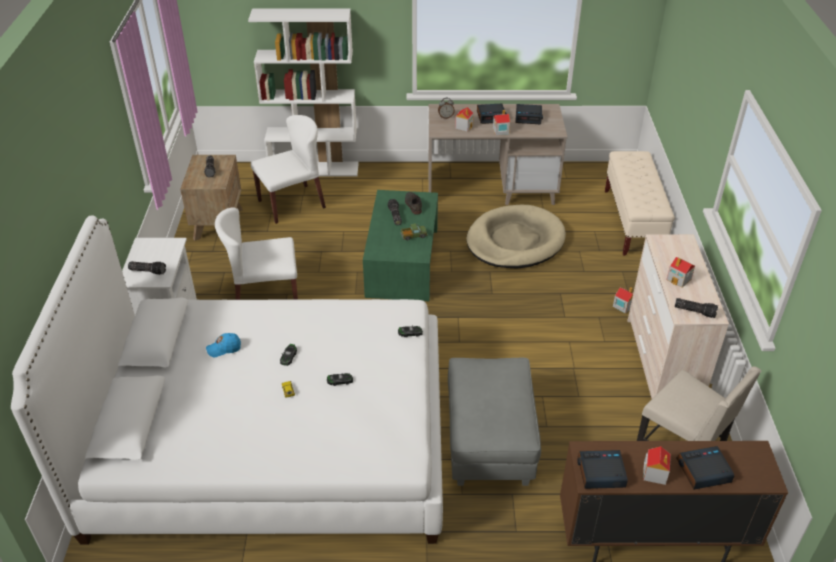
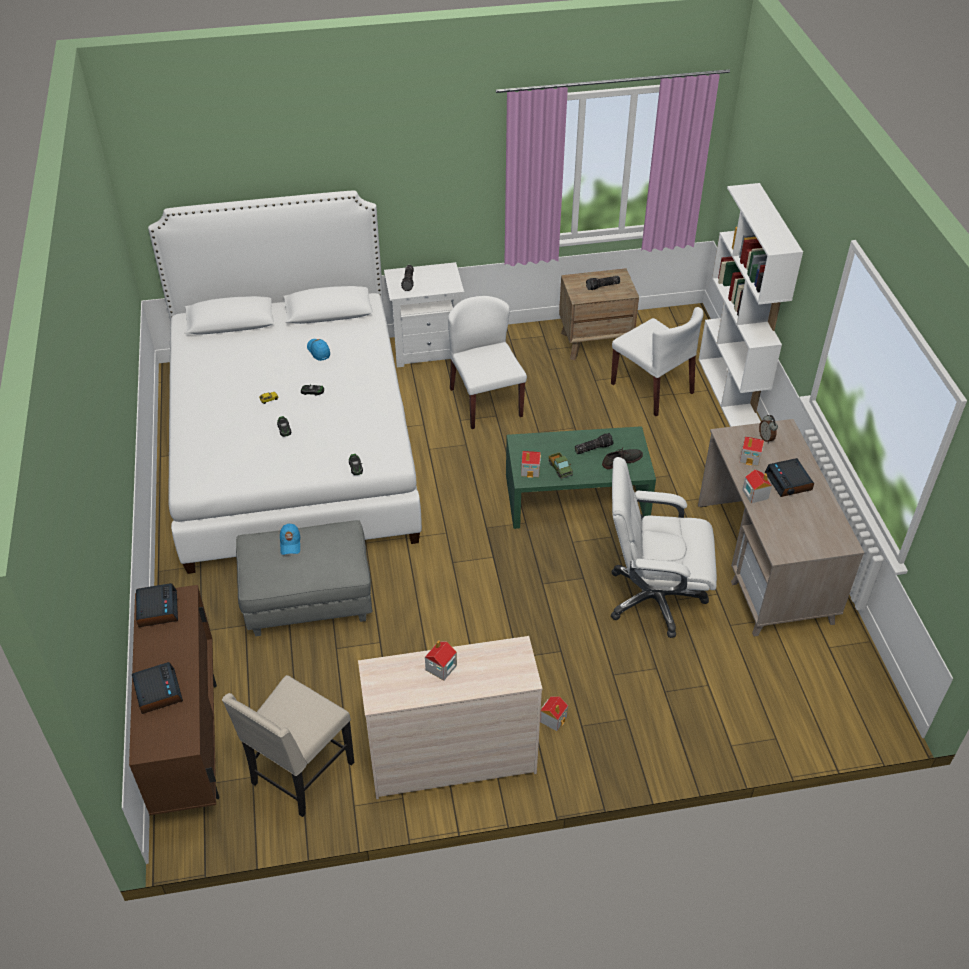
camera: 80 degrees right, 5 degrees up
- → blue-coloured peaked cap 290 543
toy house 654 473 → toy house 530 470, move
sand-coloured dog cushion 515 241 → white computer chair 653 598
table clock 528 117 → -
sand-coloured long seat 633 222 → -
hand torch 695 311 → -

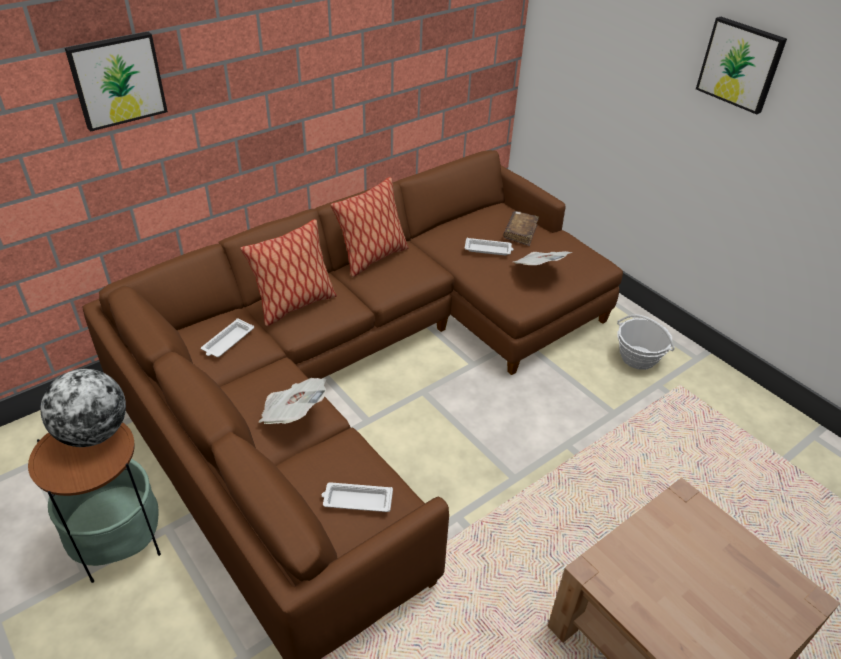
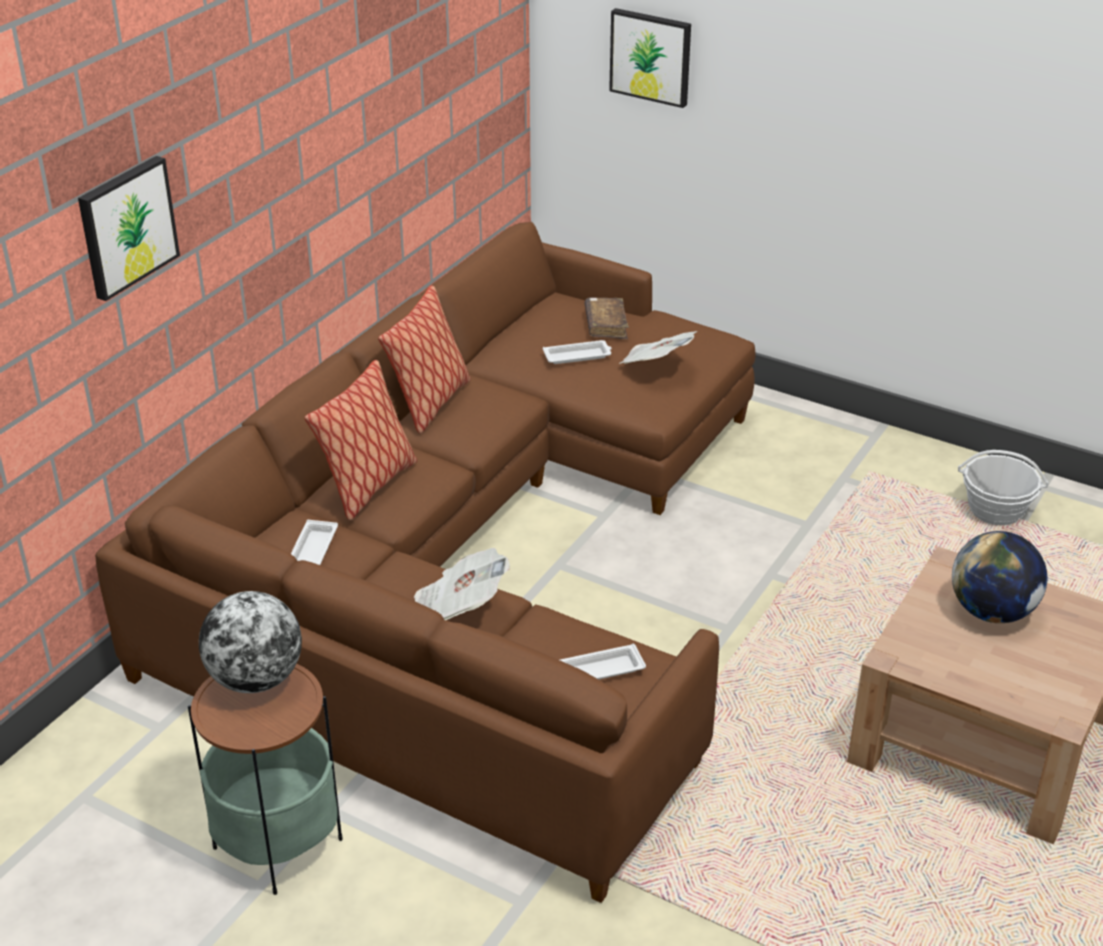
camera: 20 degrees left, 5 degrees down
wall picture 740 64 → wall picture 651 56, move
- → globe 992 612
storage basket 638 358 → storage basket 995 511, move

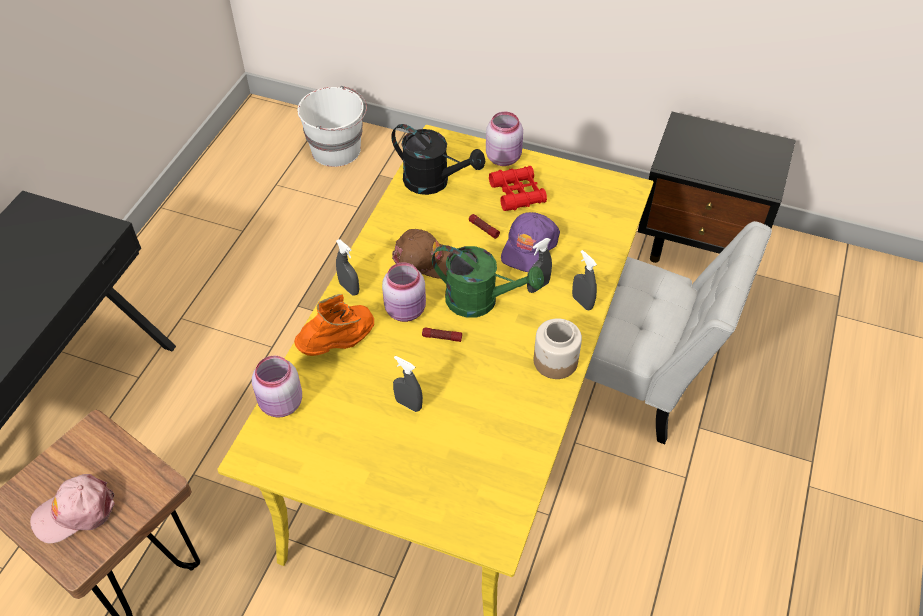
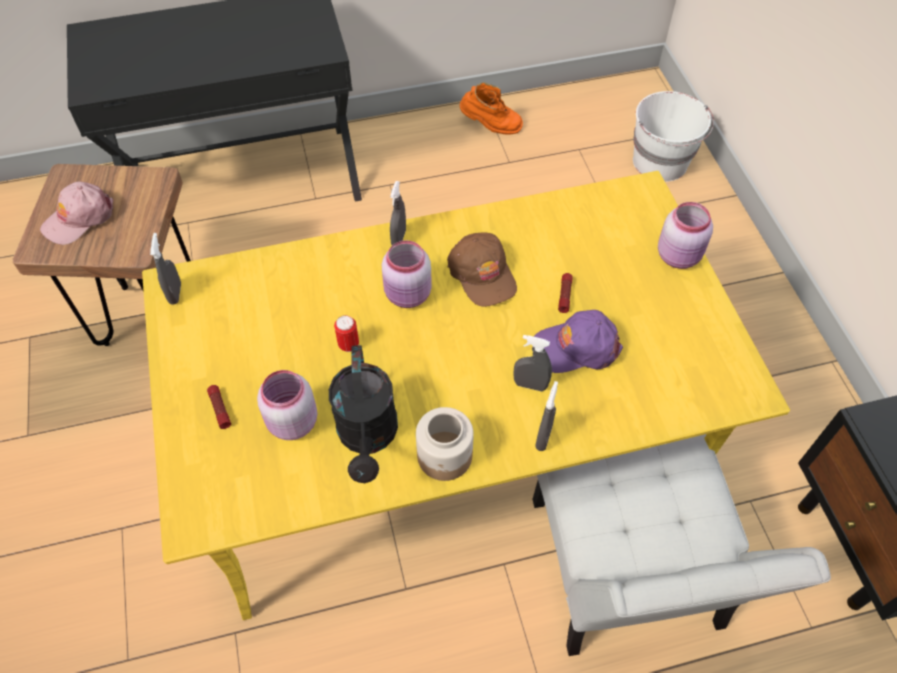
camera: 55 degrees right, 5 degrees up
pink peaked cap 75 512 → pink peaked cap 79 218, 75 degrees counterclockwise
gray spray bottle 408 404 → gray spray bottle 175 293, move
hand torch 442 337 → hand torch 220 409, move
pink storage jar 280 404 → pink storage jar 291 422, move
black watering can 434 182 → black watering can 368 437, move
- → sealed can 348 345
orange high-top boot 339 344 → orange high-top boot 490 127, move
green watering can 481 301 → -
red binoculars 517 193 → -

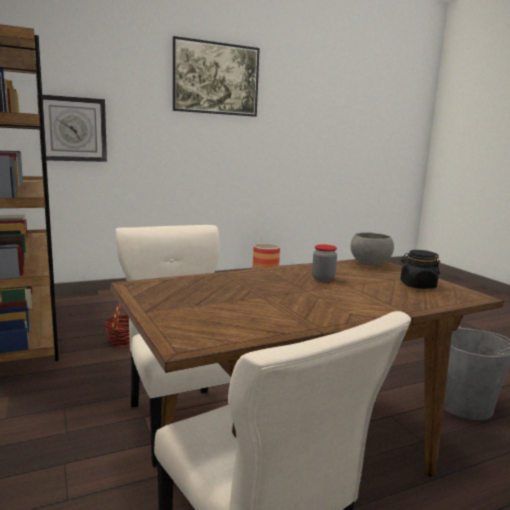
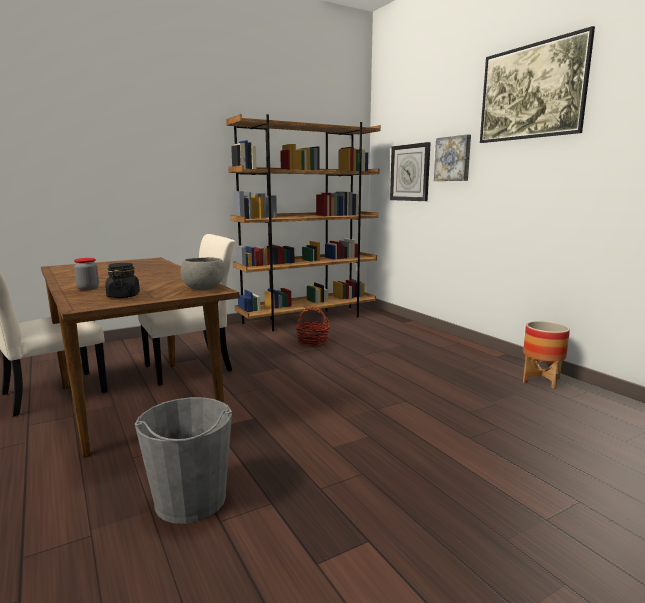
camera: 85 degrees right, 0 degrees up
storage jar 323 279 → storage jar 88 288, move
- → wall picture 453 159

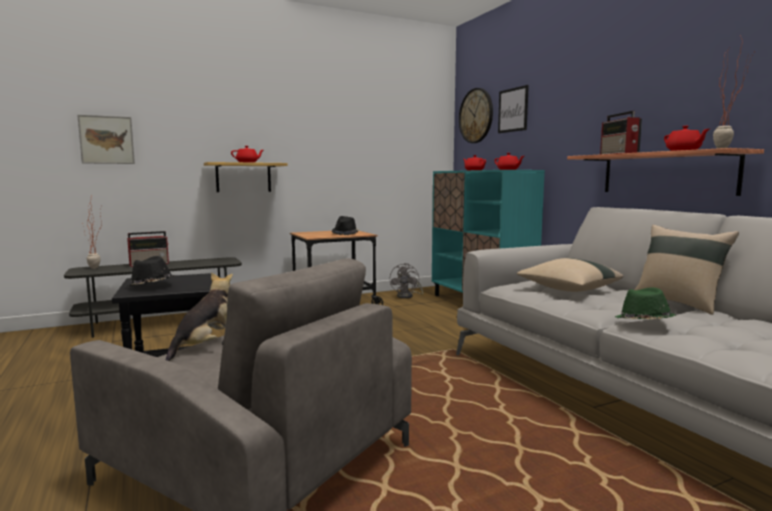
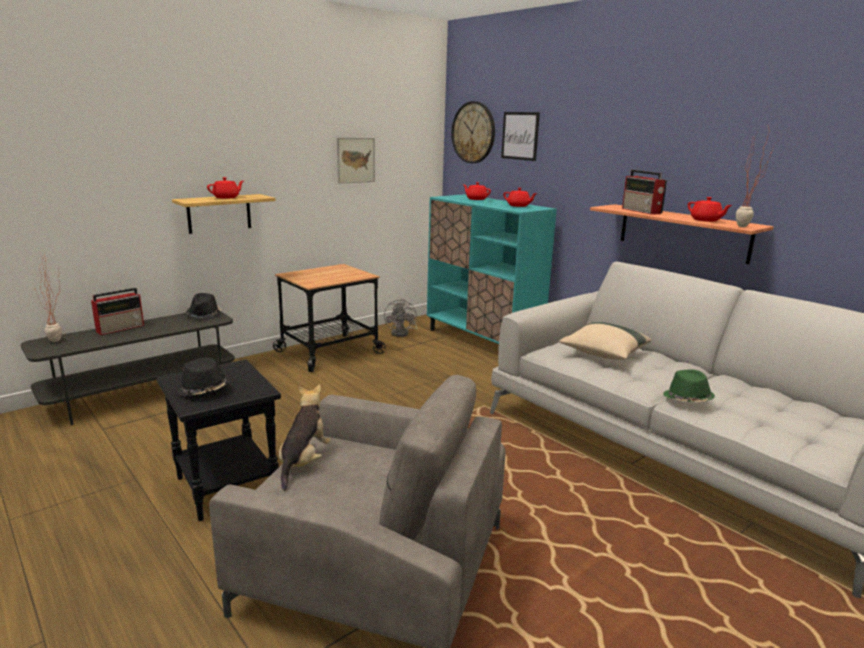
camera: 15 degrees left, 10 degrees up
black clothing hat 345 233 → black clothing hat 204 315, move
wall picture 106 140 → wall picture 355 160, move
sand-coloured throw pillow 678 303 → -

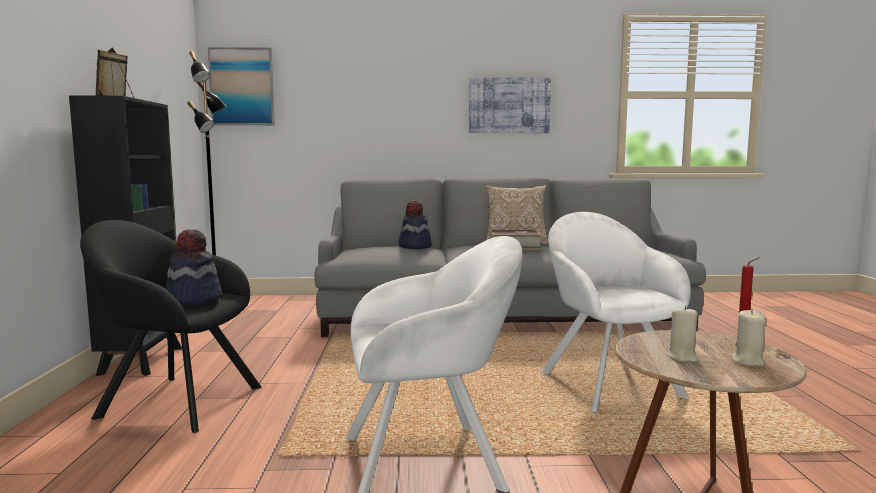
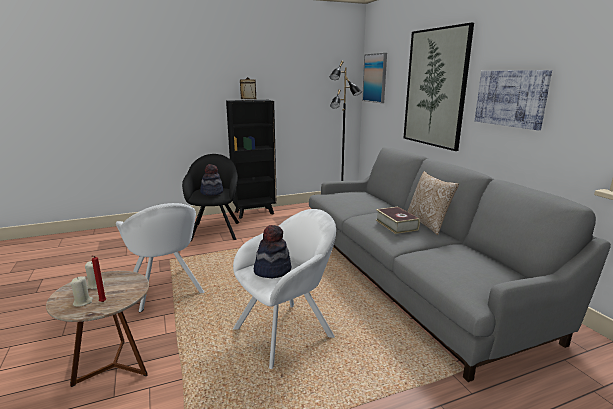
camera: 70 degrees right, 10 degrees up
clothing hat 414 247 → clothing hat 272 270, move
- → wall picture 435 88

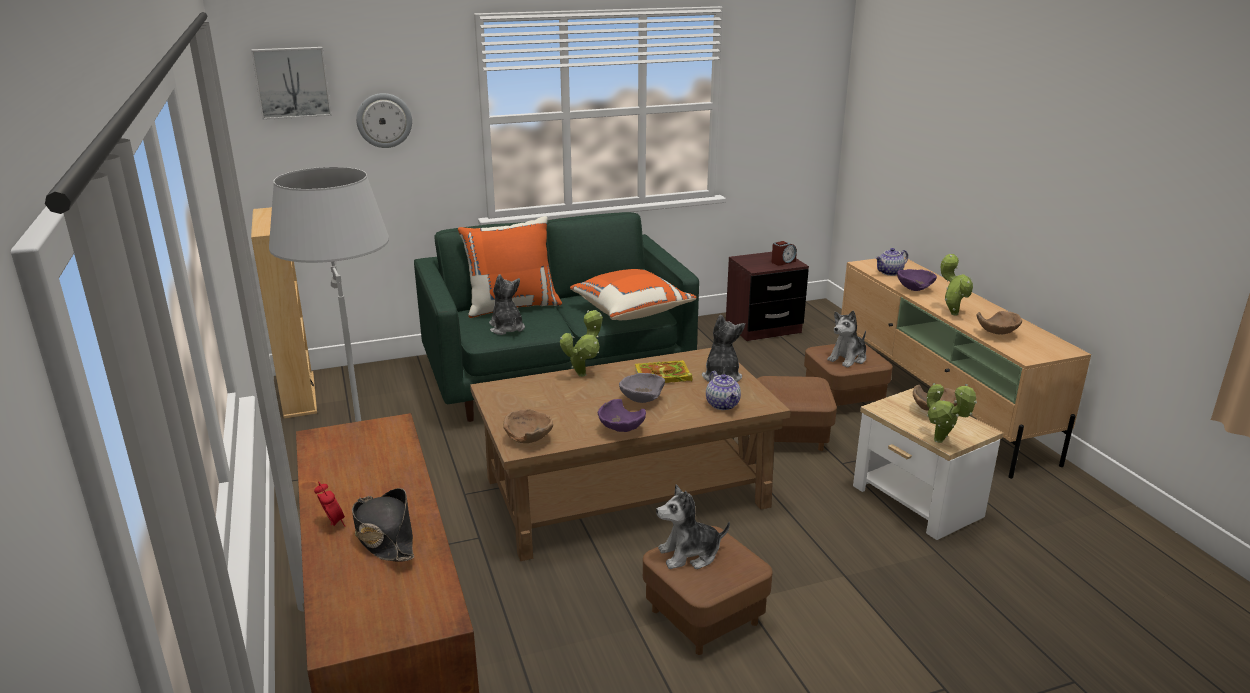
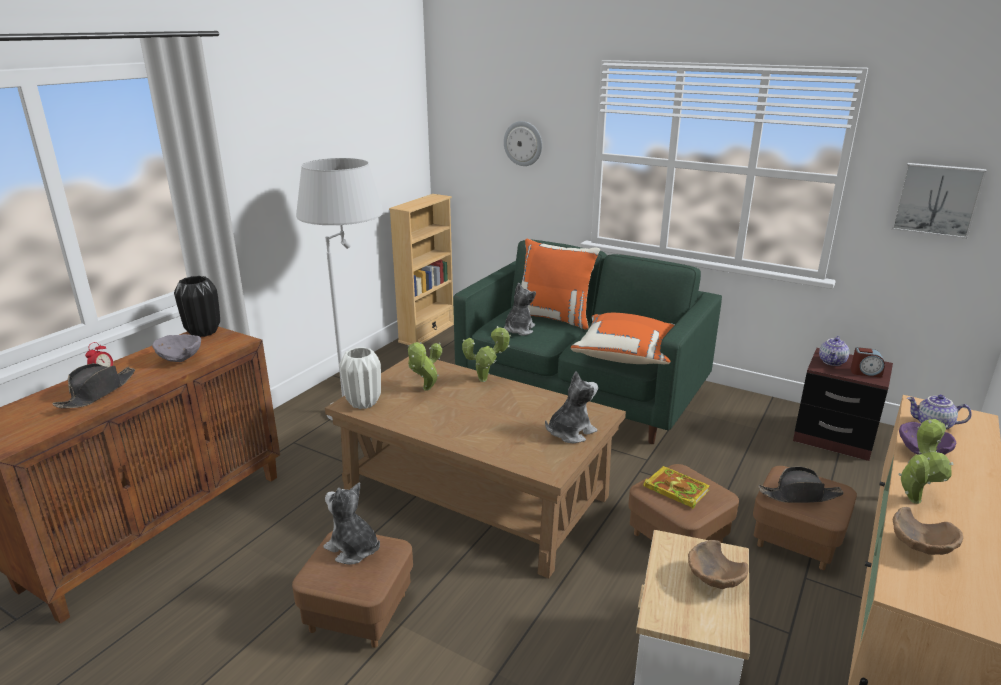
camera: 50 degrees right, 0 degrees up
gray serving bowl 640 400 → gray serving bowl 181 359, move
- → black flower vase 203 332
brown-coloured serving bowl 530 440 → white flower vase 364 403
houseplant 941 442 → houseplant 425 390, move
bound book 661 376 → bound book 674 489, move
soft toy 848 358 → black clothing hat 799 495
tea pot 723 405 → tea pot 832 362, move
wall picture 292 82 → wall picture 937 199, move
purple-coloured serving bowl 620 430 → -

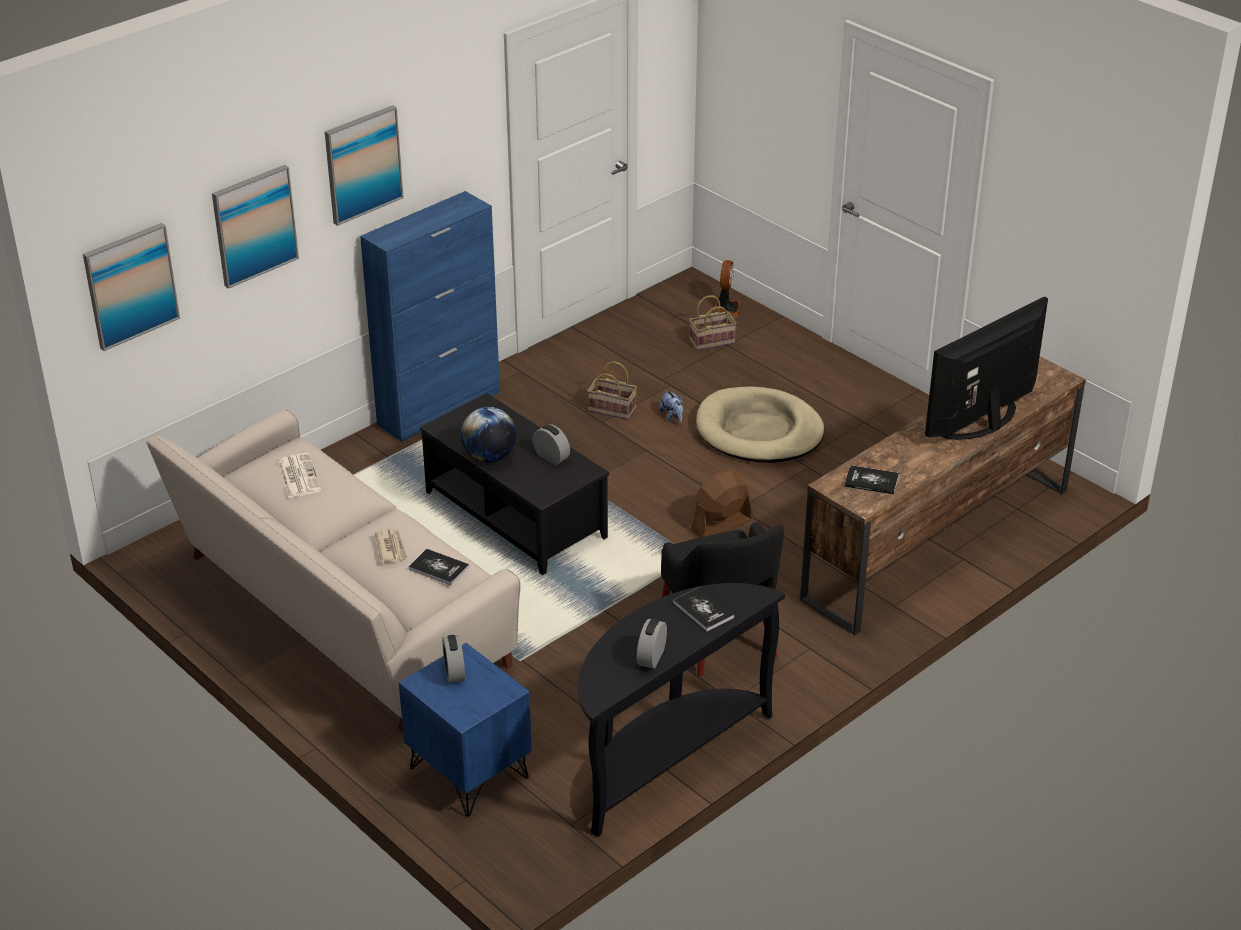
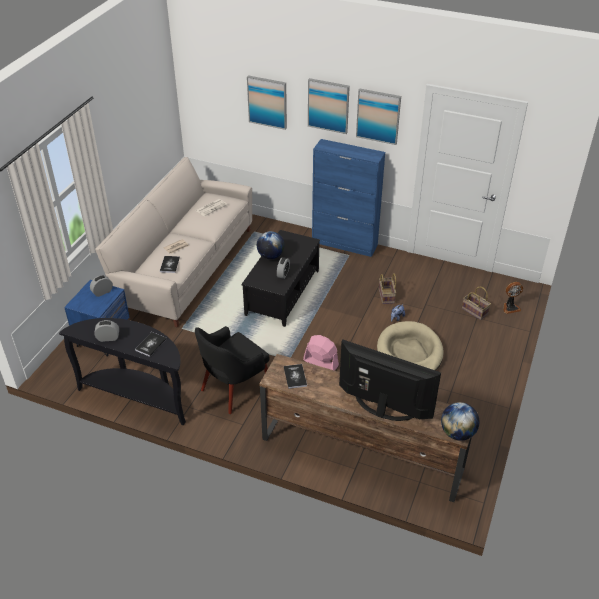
camera: 65 degrees right, 5 degrees up
brown-coloured cooling fan 721 525 → pink cooling fan 320 362
wall picture 130 285 → wall picture 378 116, move
- → globe 457 433

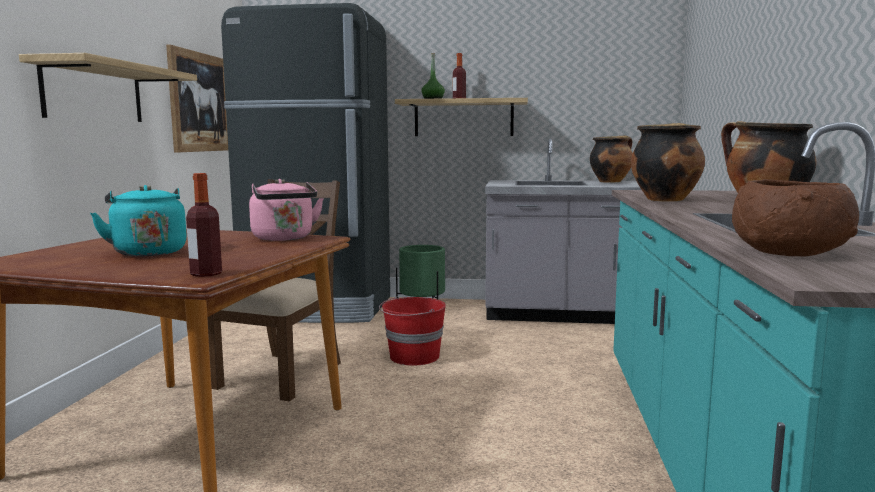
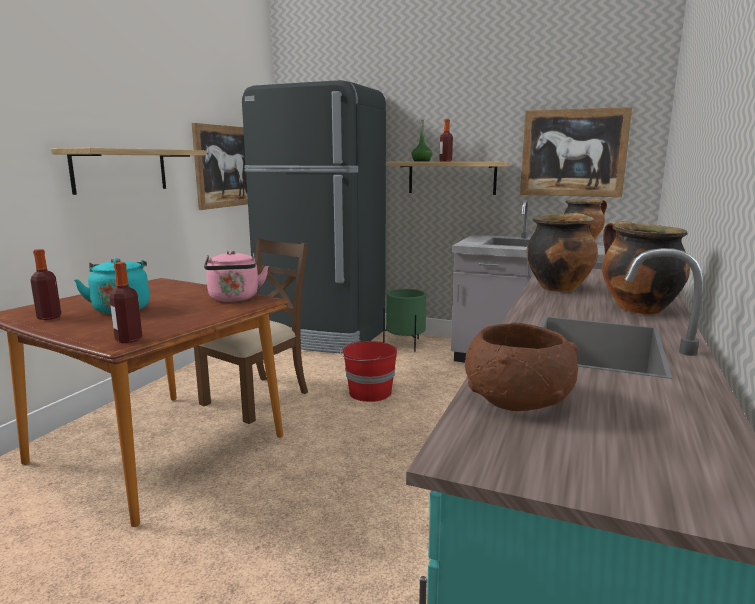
camera: 15 degrees right, 5 degrees up
- → beverage bottle 49 317
- → wall picture 573 153

